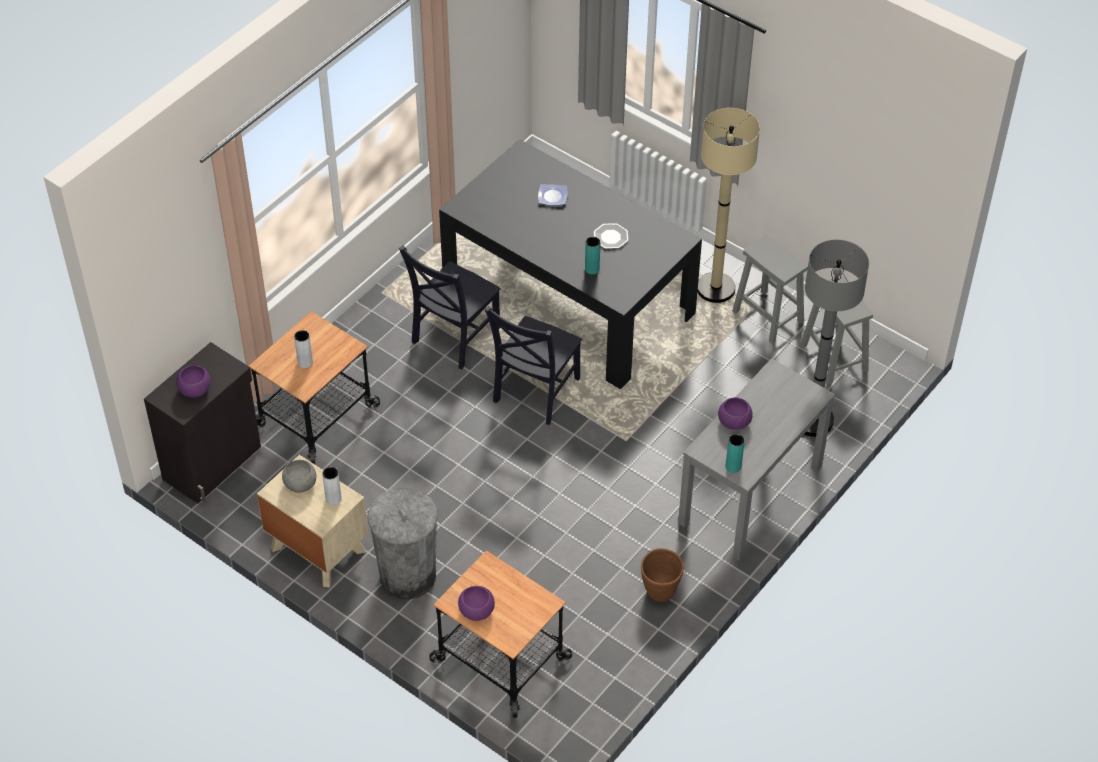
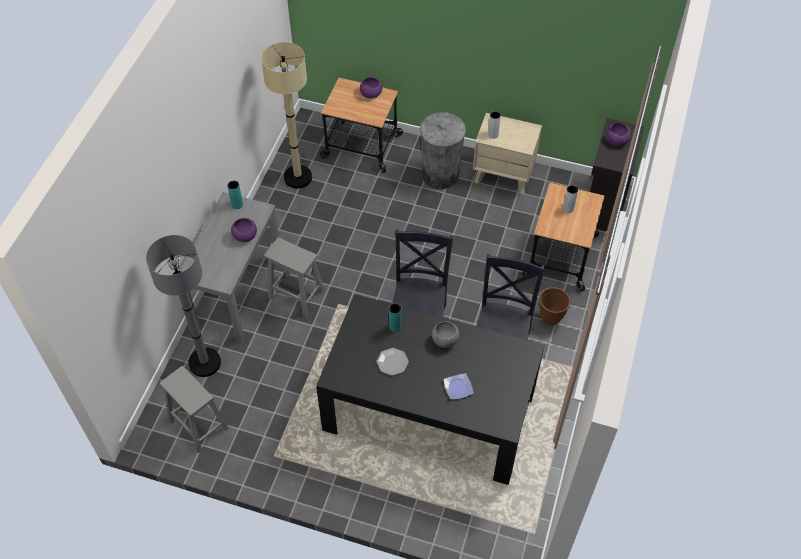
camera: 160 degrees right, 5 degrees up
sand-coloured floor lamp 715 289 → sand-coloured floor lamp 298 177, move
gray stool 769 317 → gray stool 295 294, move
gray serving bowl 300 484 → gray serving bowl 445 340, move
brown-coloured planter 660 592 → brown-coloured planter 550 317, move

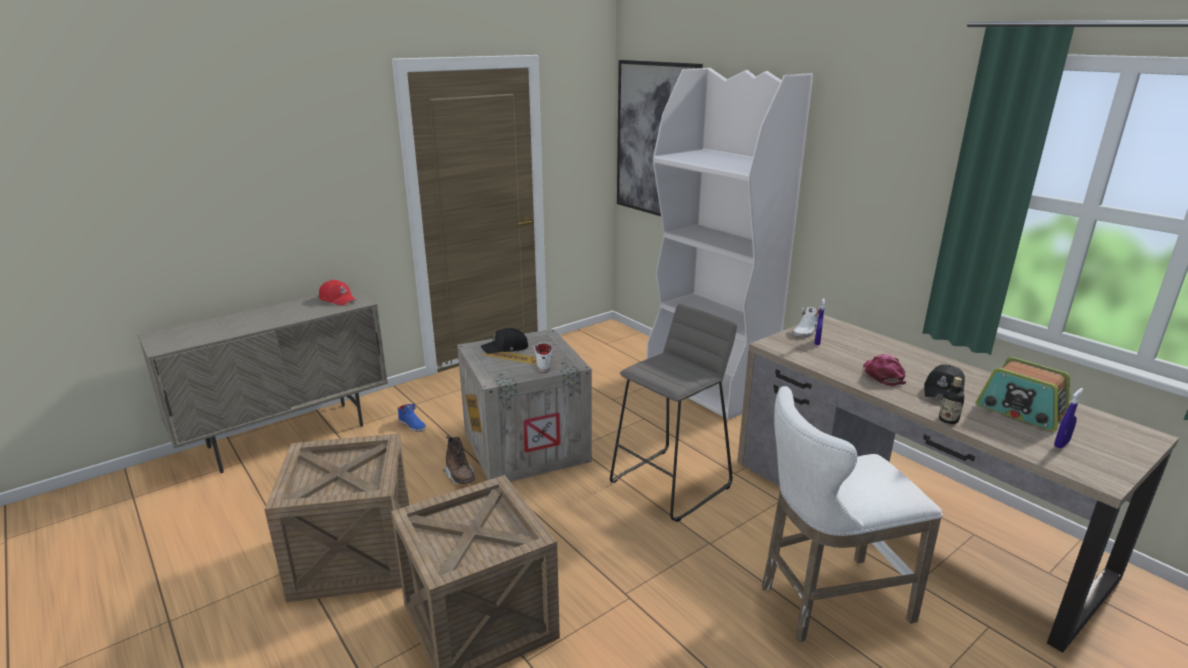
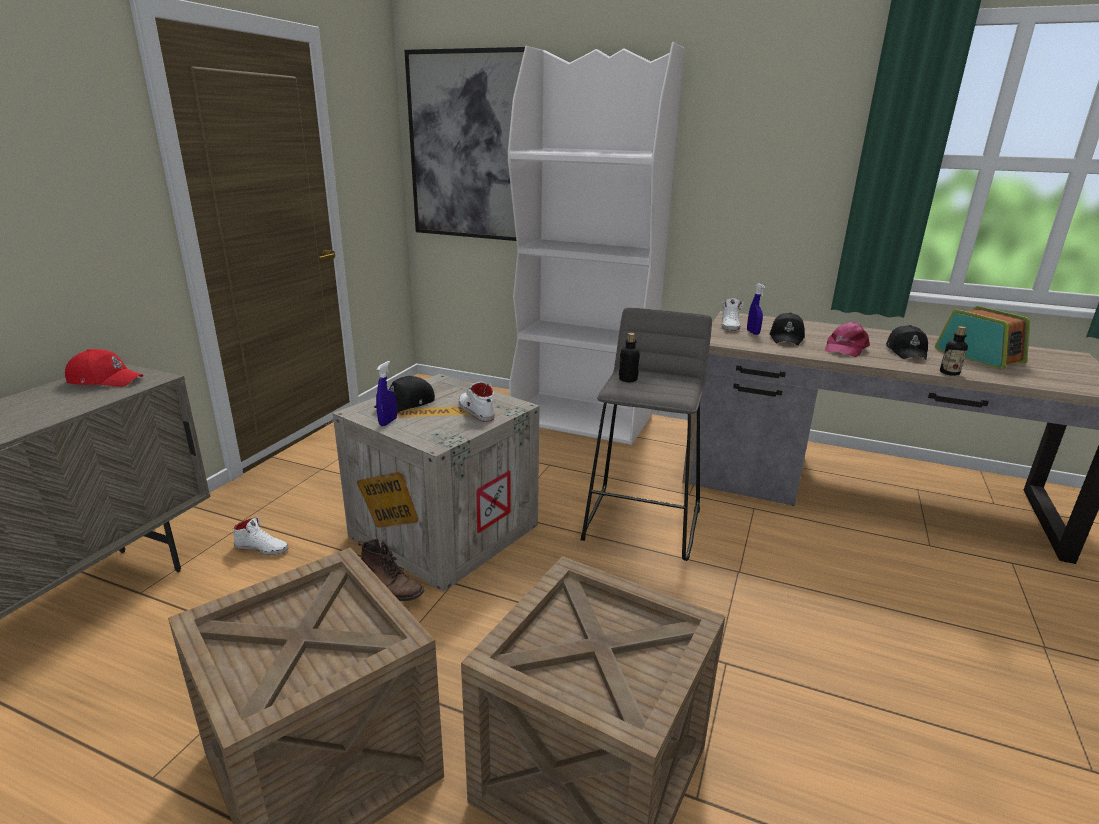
camera: 30 degrees left, 0 degrees up
blue-coloured low shoe 412 425 → white low shoe 262 548
blue-coloured spray bottle 1061 444 → blue-coloured spray bottle 388 422, move
- → beverage bottle 628 379
- → black peaked cap 787 338
pink peaked cap 883 374 → pink peaked cap 845 348, 120 degrees counterclockwise
radio receiver 1020 411 → radio receiver 979 356, 135 degrees counterclockwise
white stool 826 602 → -

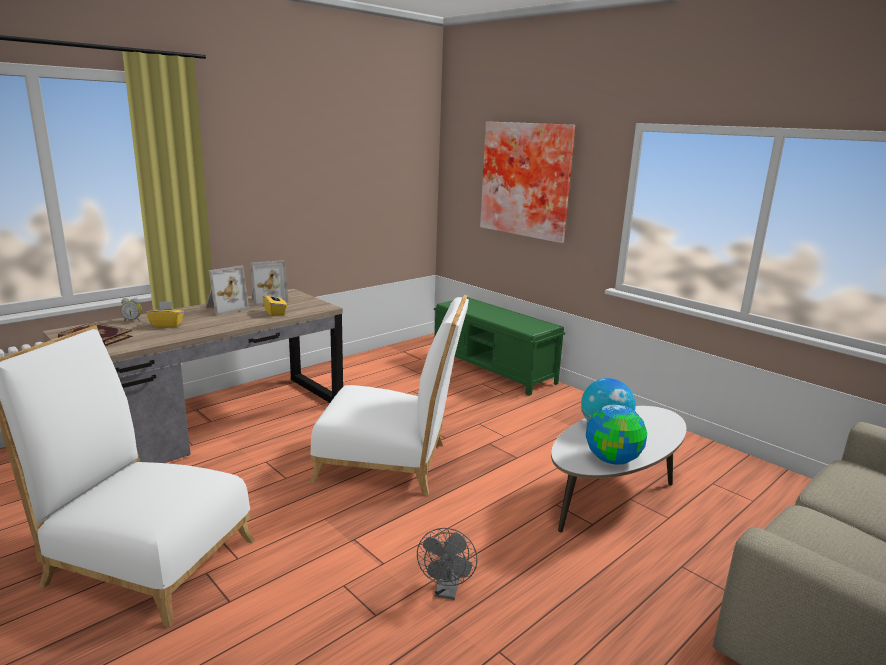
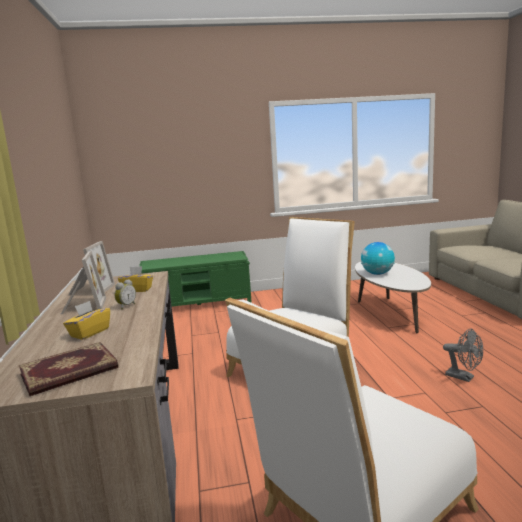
camera: 55 degrees left, 5 degrees down
table clock 133 320 → table clock 126 306, move
wall picture 527 180 → -
globe 613 459 → -

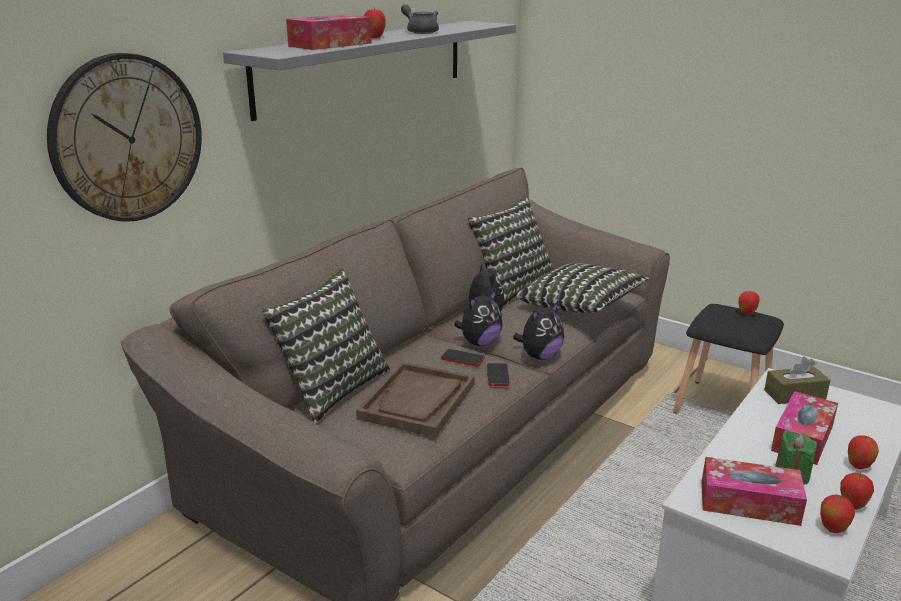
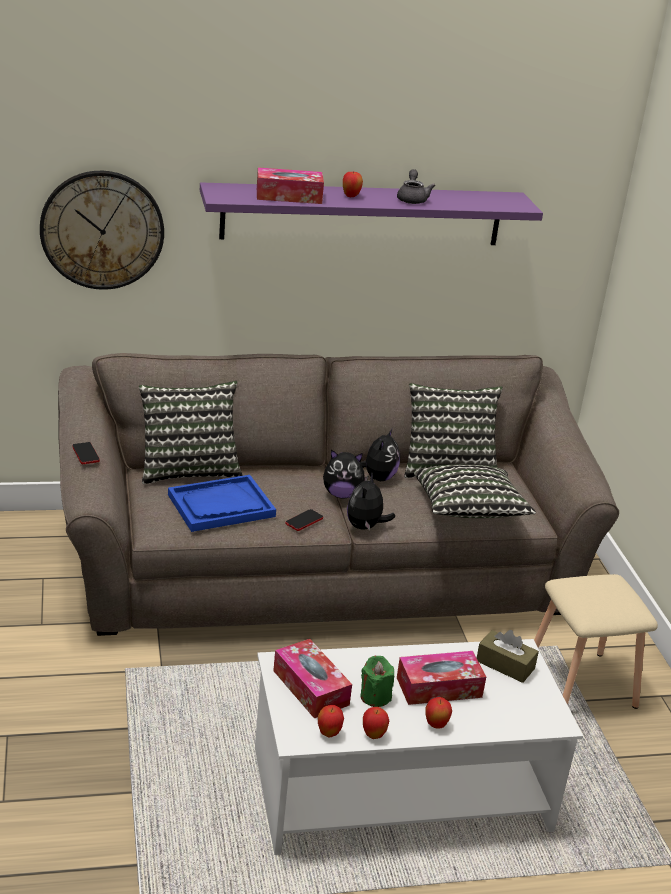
camera: 40 degrees right, 5 degrees up
phone 462 358 → phone 85 454, move
brown-coloured carrying tray 417 401 → blue-coloured carrying tray 221 506
gray shelf 366 65 → purple-coloured shelf 363 214
soft toy 539 356 → soft toy 365 527, 105 degrees clockwise
black stool 724 407 → sand-coloured stool 582 685
apple 746 313 → -

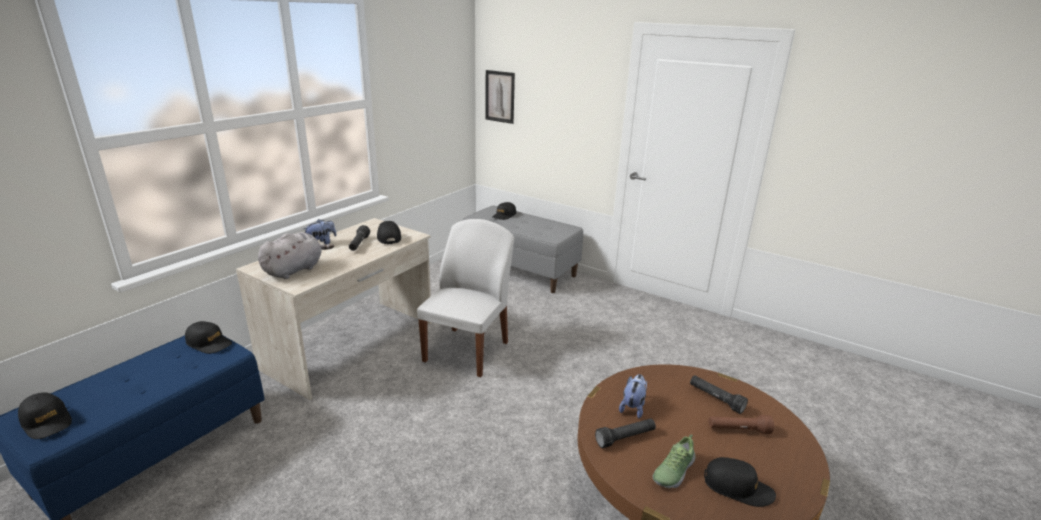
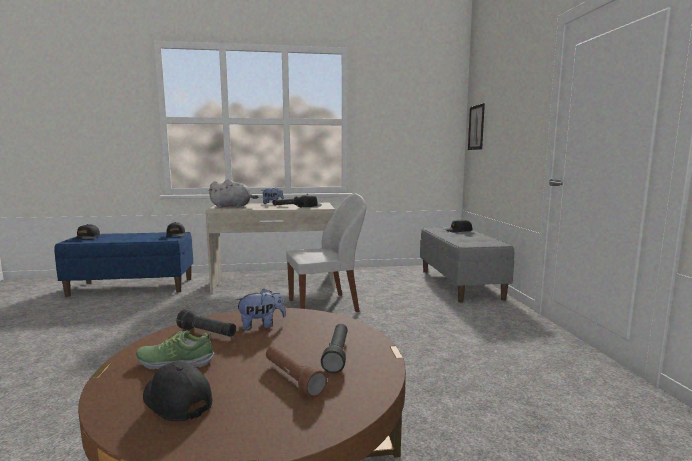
camera: 50 degrees right, 15 degrees down
black peaked cap 737 487 → black peaked cap 176 400, 150 degrees clockwise

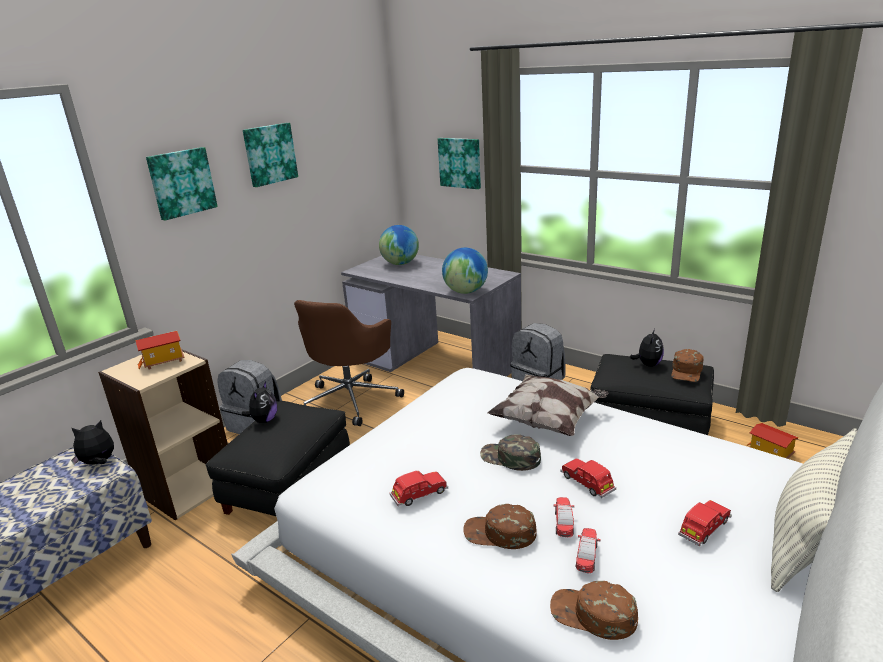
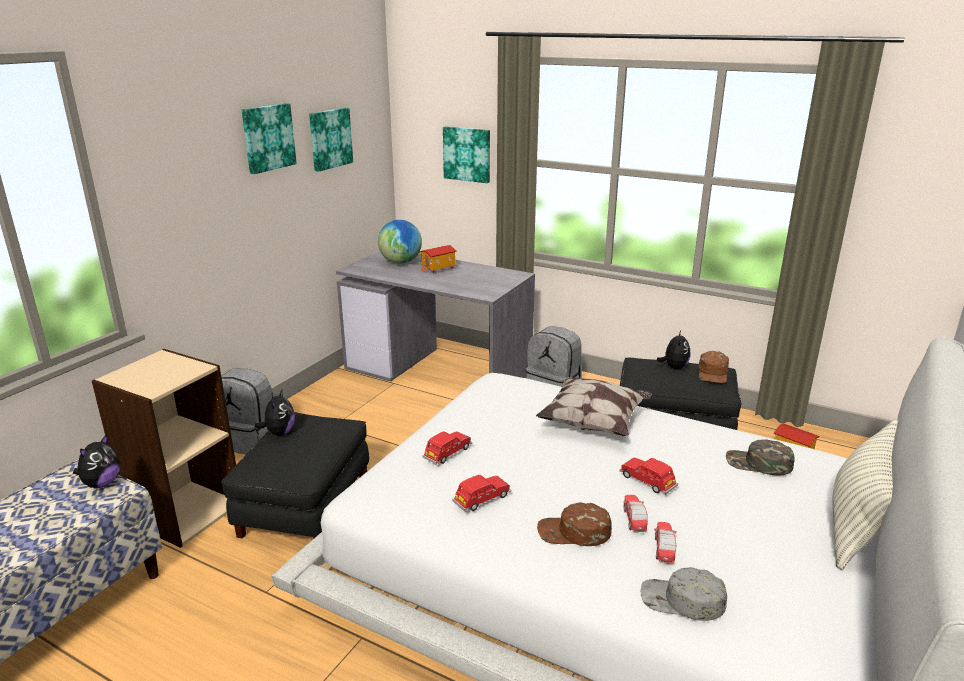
camera: 10 degrees left, 0 degrees up
soft toy 99 463 → soft toy 102 483, 150 degrees clockwise
wall picture 181 183 → wall picture 329 138, move
toy house 163 361 → toy house 438 269, move
red model car 704 529 → red model car 447 454, move
brown-coloured peaked cap 593 615 → gray peaked cap 682 600
green peaked cap 510 458 → green peaked cap 758 463, move
brown-coloured computer chair 352 399 → -
globe 466 292 → -

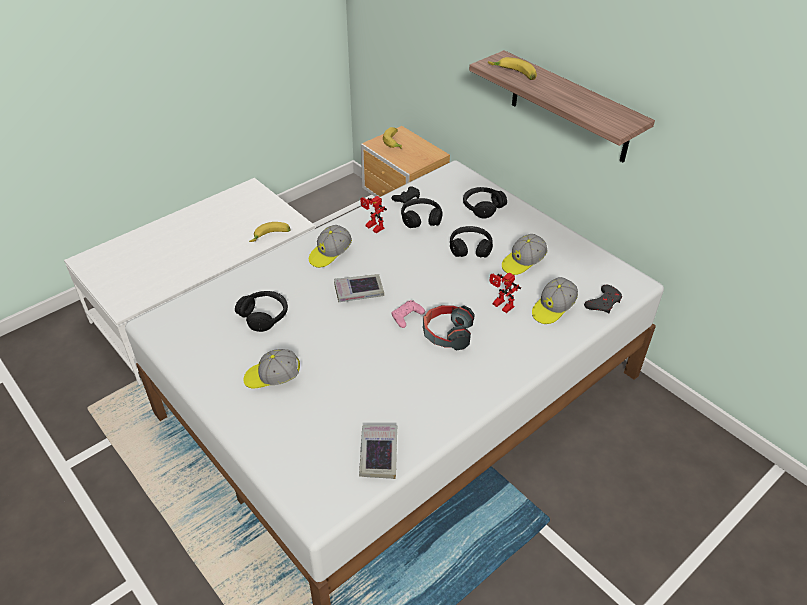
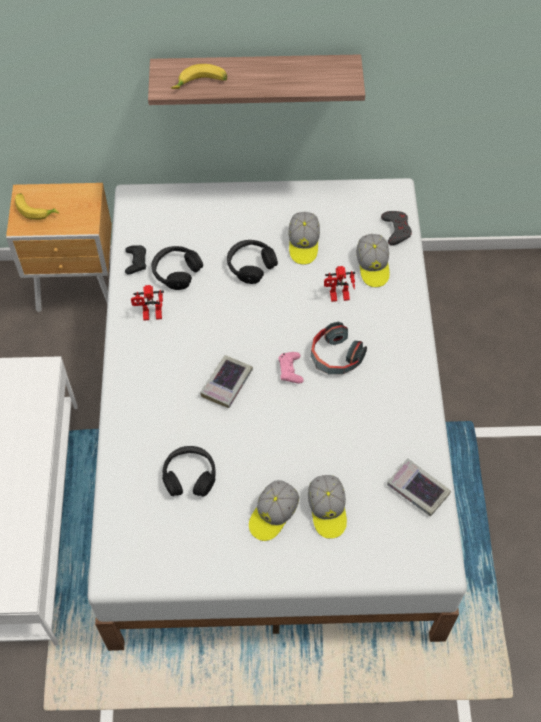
camera: 50 degrees left, 15 degrees up
peaked cap 330 254 → peaked cap 327 510, move
banana 271 237 → -
black headphones 482 207 → -

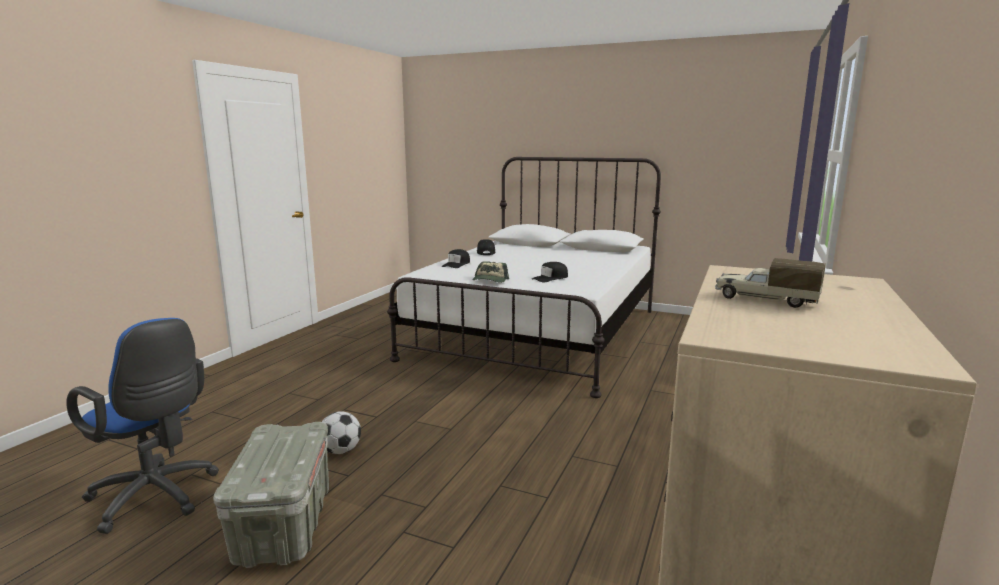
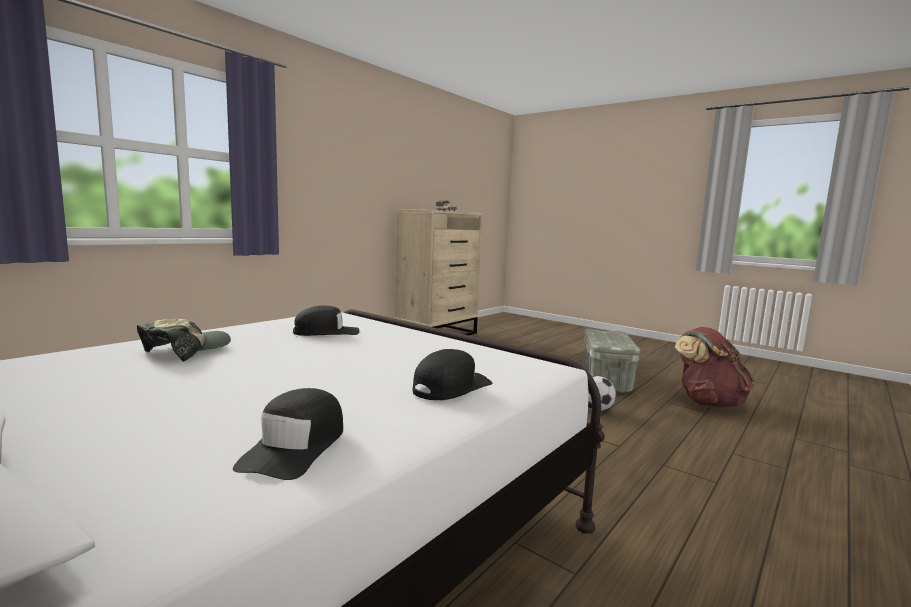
camera: 165 degrees left, 5 degrees down
peaked cap 490 280 → peaked cap 186 351, move
blue-coloured computer chair 157 498 → brown-coloured backpack 707 402

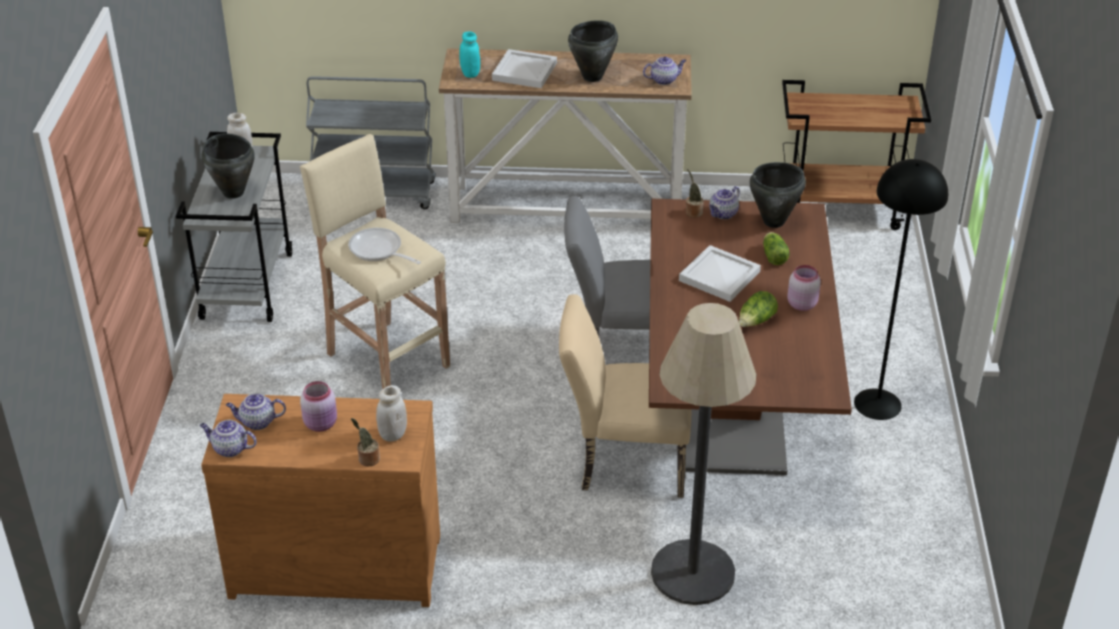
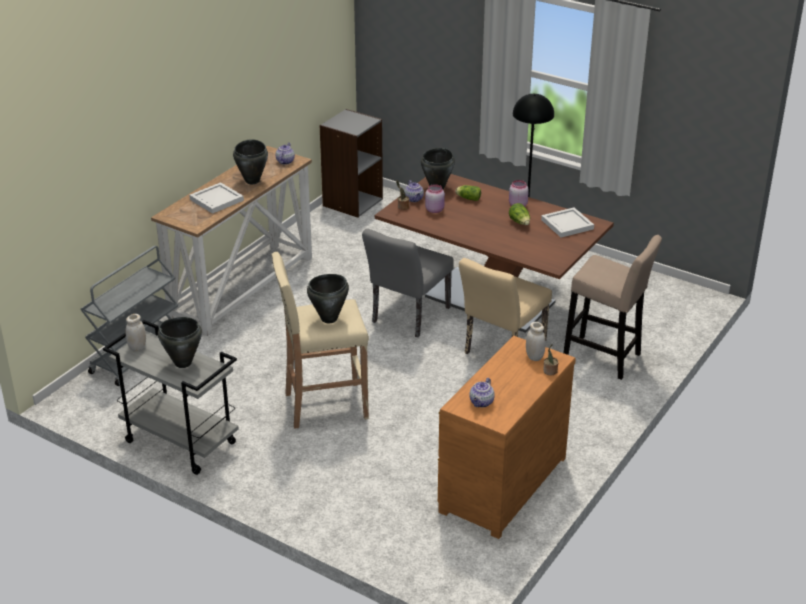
camera: 60 degrees left, 5 degrees down
pan 379 251 → black cooking pot 329 319
brown-coloured trolley 842 209 → gray bookcase 352 202
pink storage jar 321 424 → pink storage jar 435 210, move
white carrying tray 719 275 → white carrying tray 566 224, move
floor lamp 692 573 → sand-coloured stool 605 358
tea pot 229 449 → -
turquoise storage jar 470 74 → -

